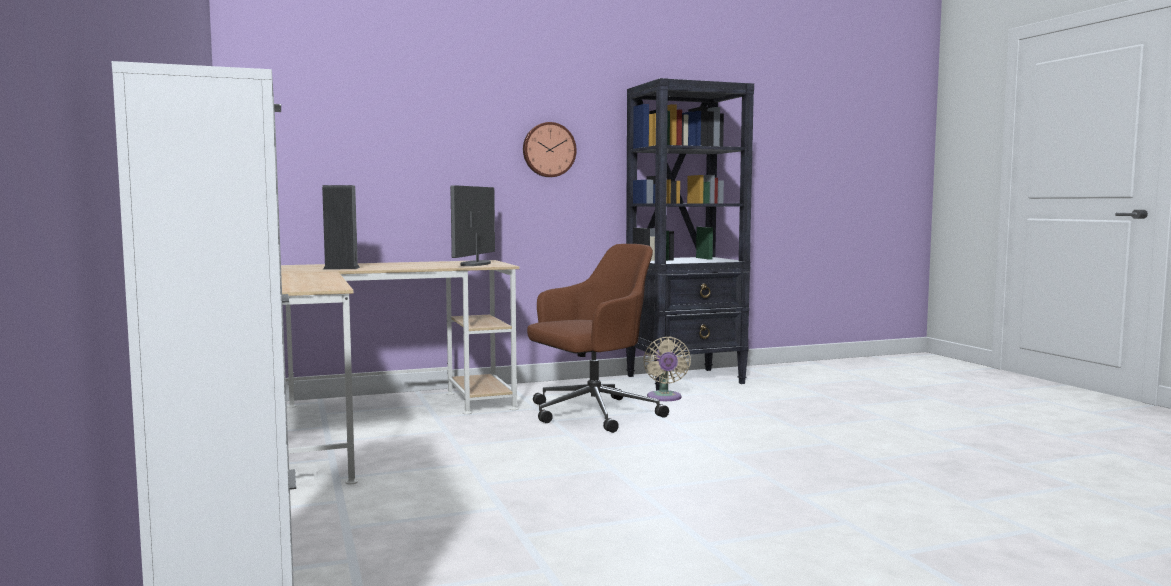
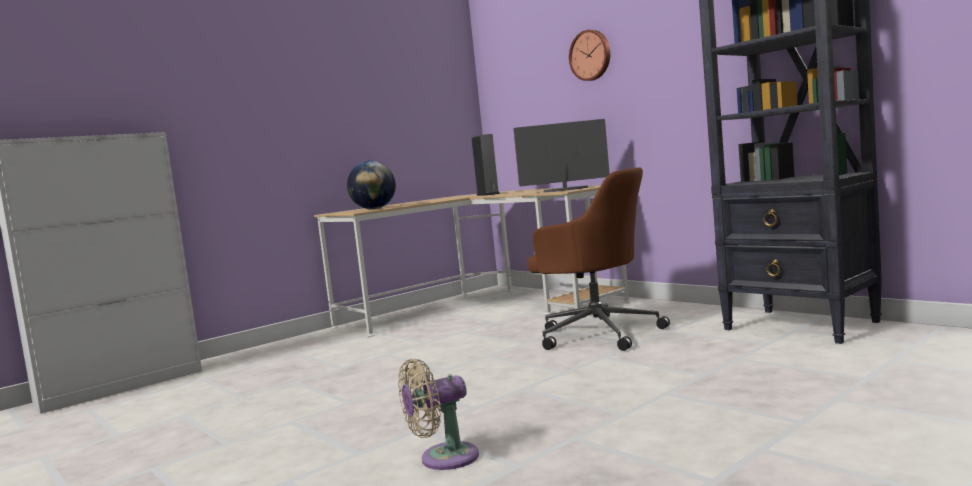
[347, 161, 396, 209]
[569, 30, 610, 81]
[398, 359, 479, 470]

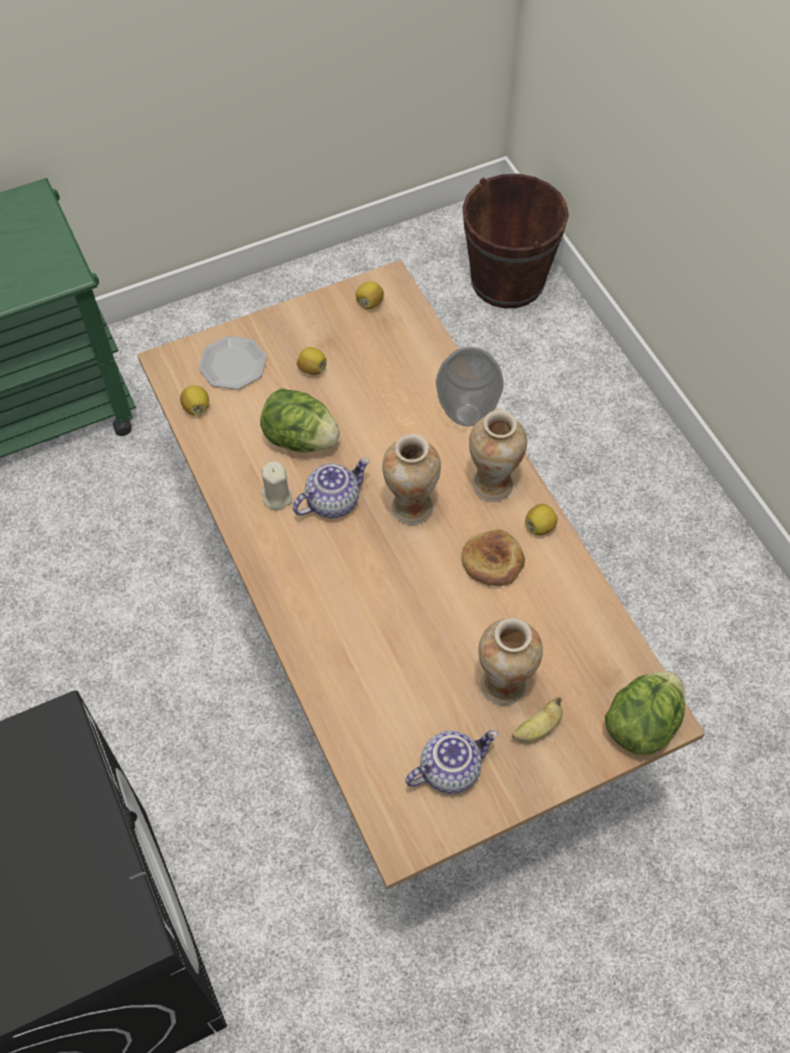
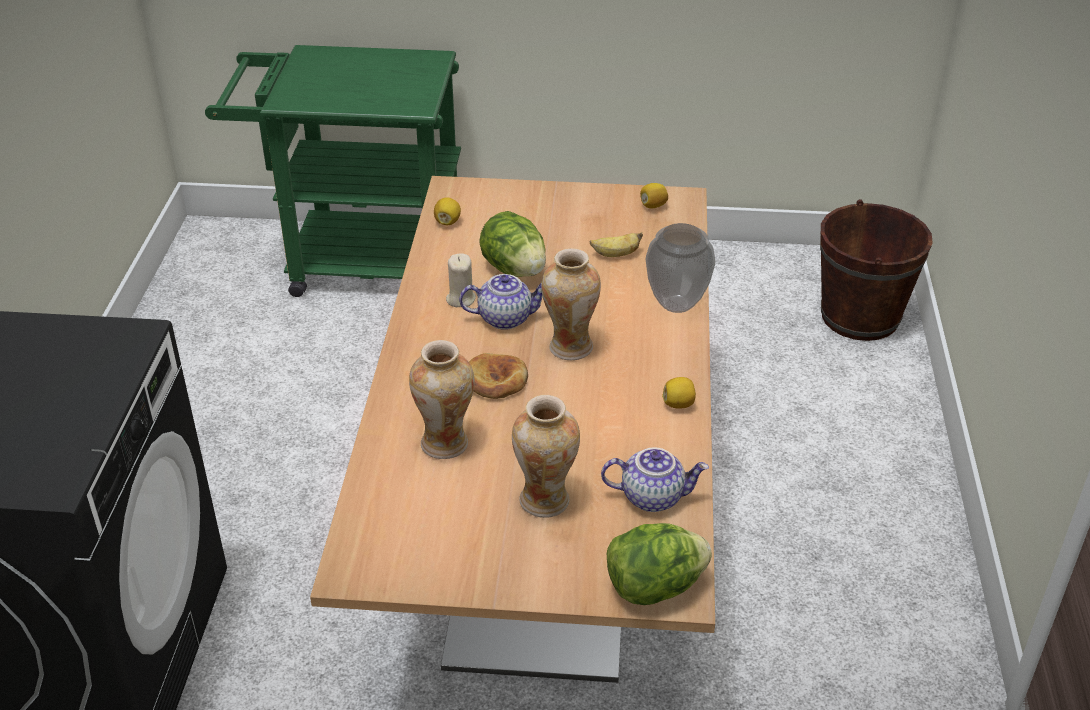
[198, 336, 267, 390] (first image)
[297, 347, 327, 375] (first image)
[601, 447, 709, 512]
[469, 353, 528, 399]
[409, 340, 474, 459]
[590, 232, 643, 257]

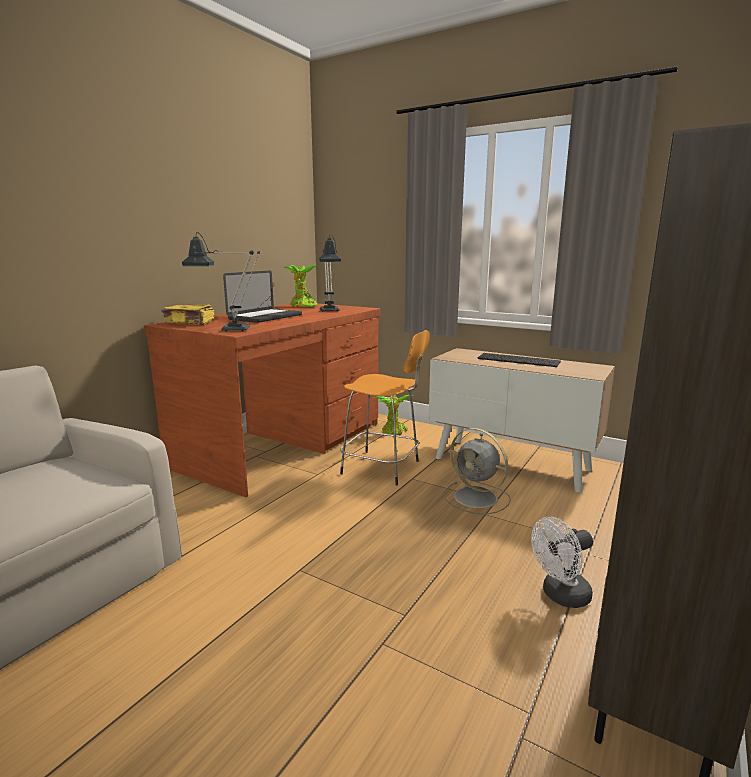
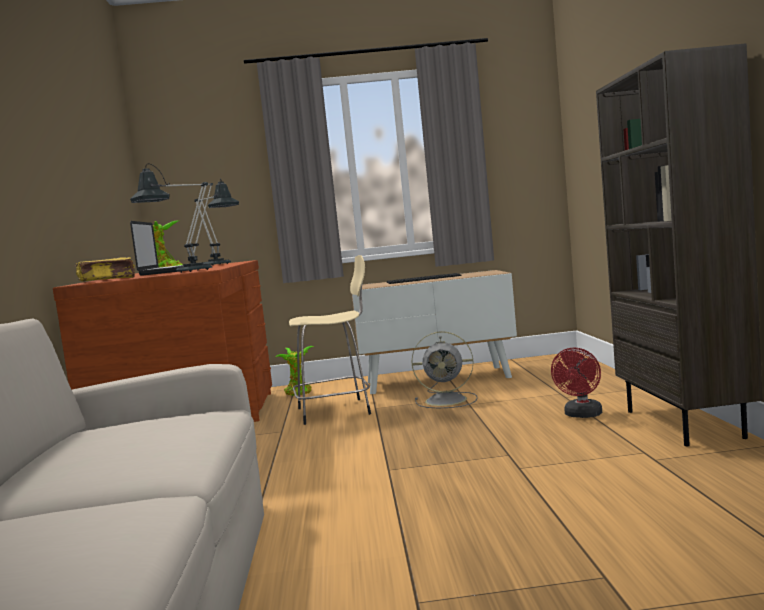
[289, 255, 371, 425]
[551, 347, 602, 418]

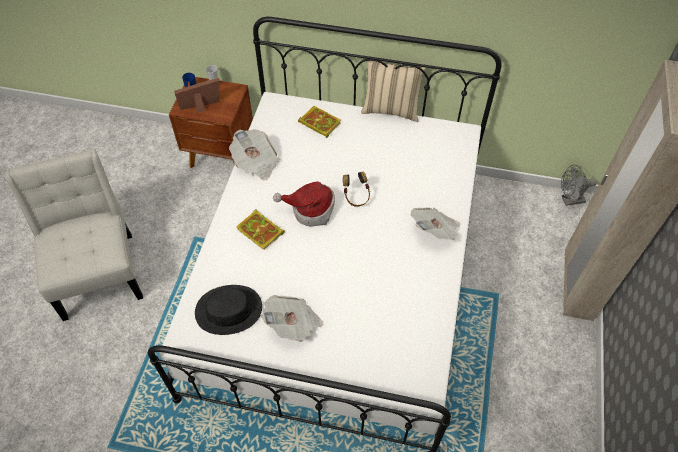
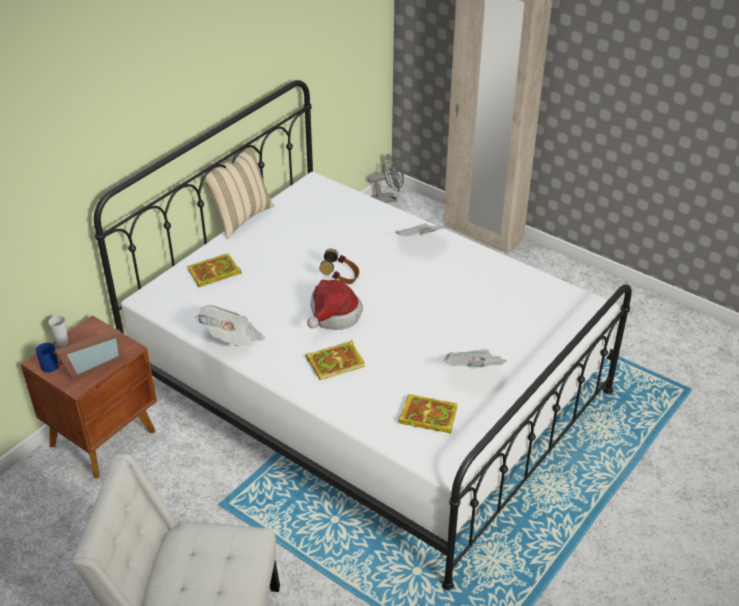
[398, 394, 458, 434]
[55, 329, 125, 381]
[367, 154, 404, 203]

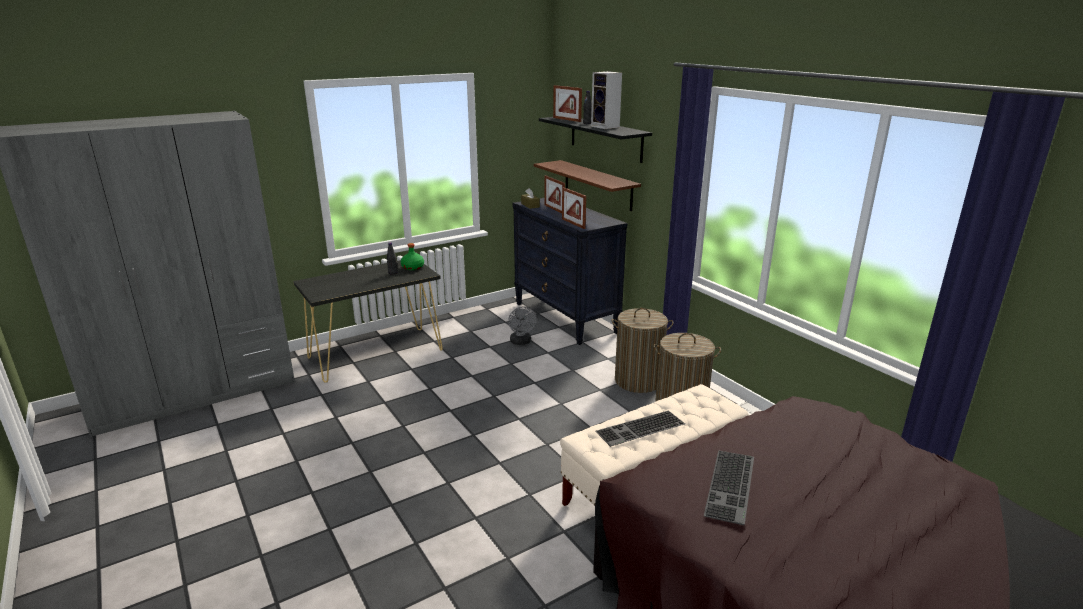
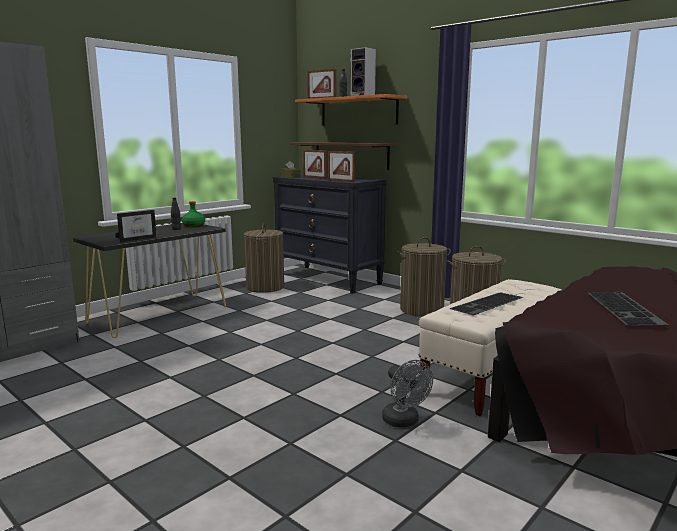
[116, 210, 157, 242]
[244, 224, 284, 293]
[382, 360, 433, 428]
[295, 94, 407, 126]

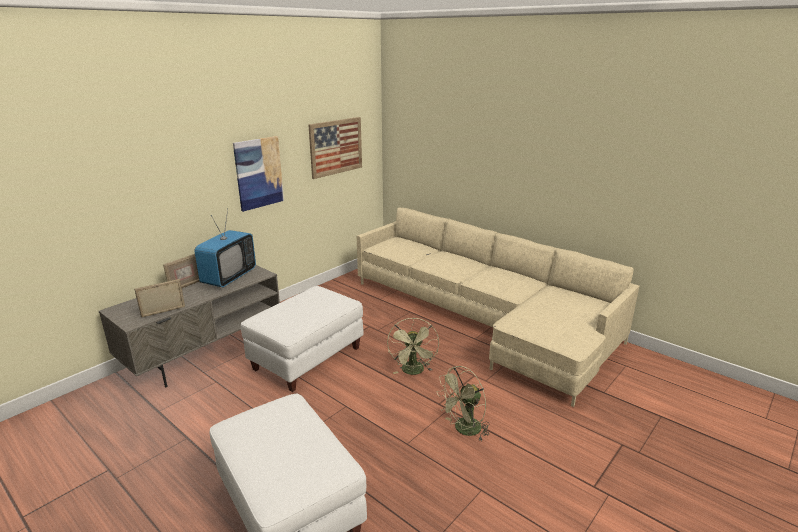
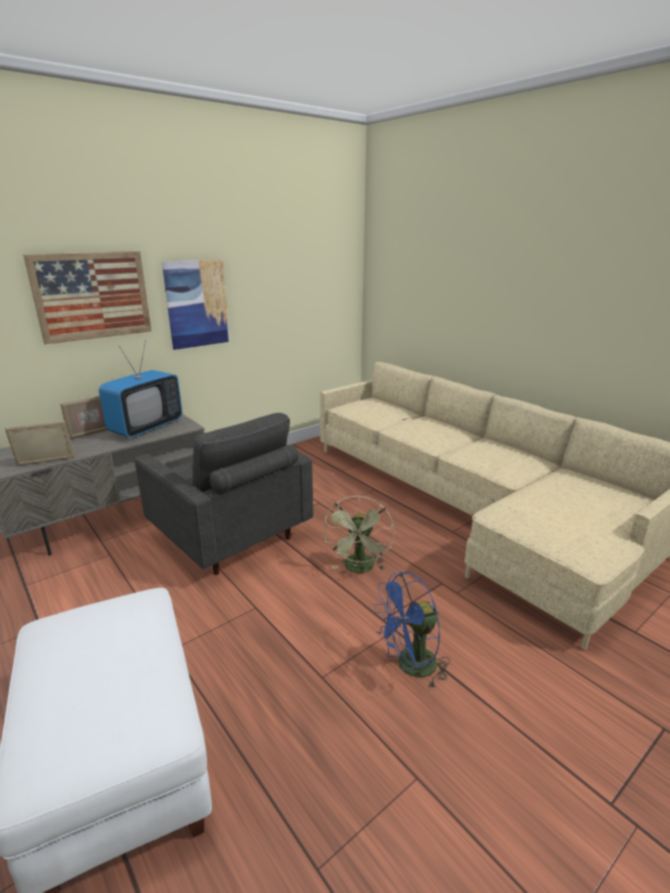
[23, 251, 152, 344]
[135, 413, 313, 575]
[374, 572, 450, 689]

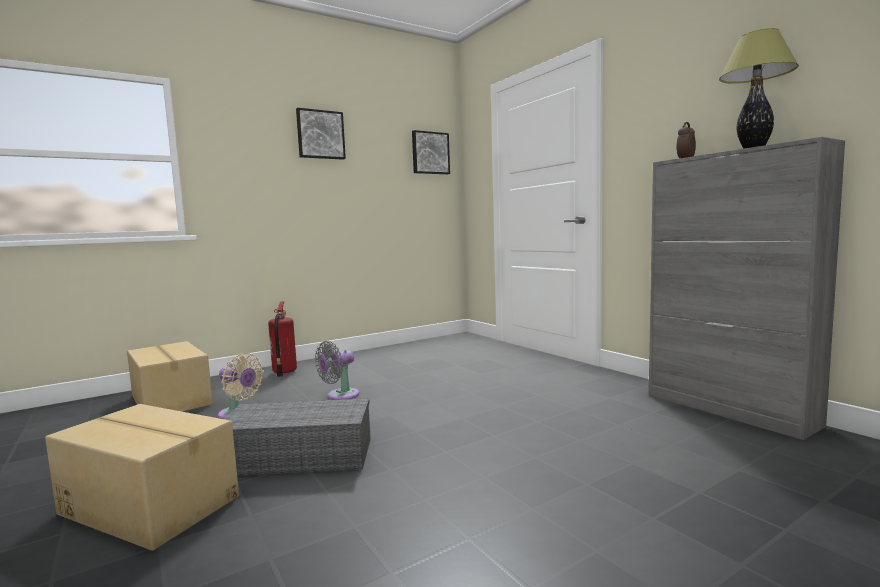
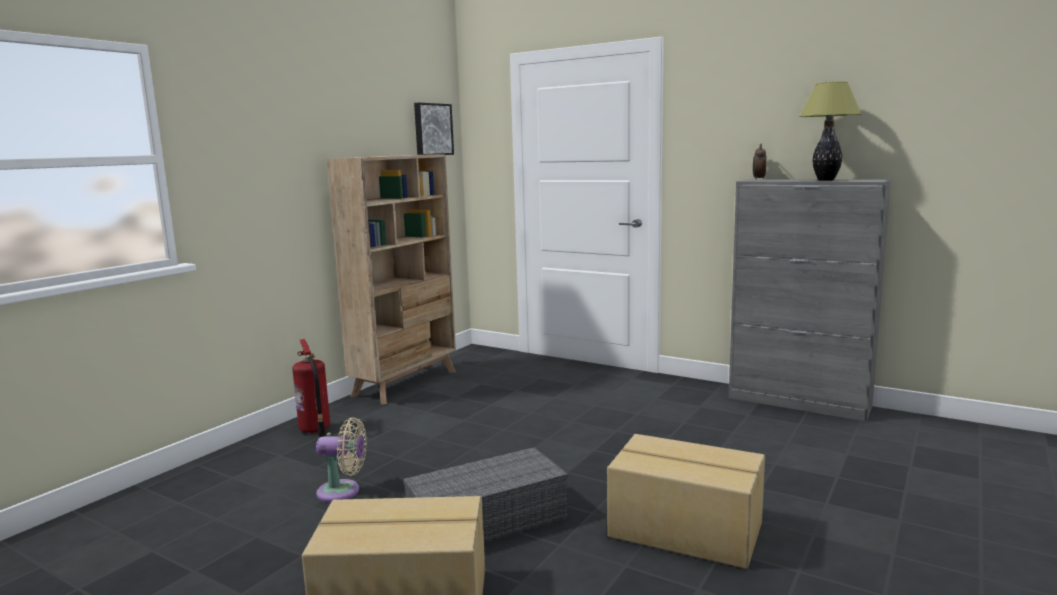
[296, 108, 346, 160] (first image)
[315, 341, 359, 400] (first image)
[327, 154, 456, 405]
[607, 434, 765, 569]

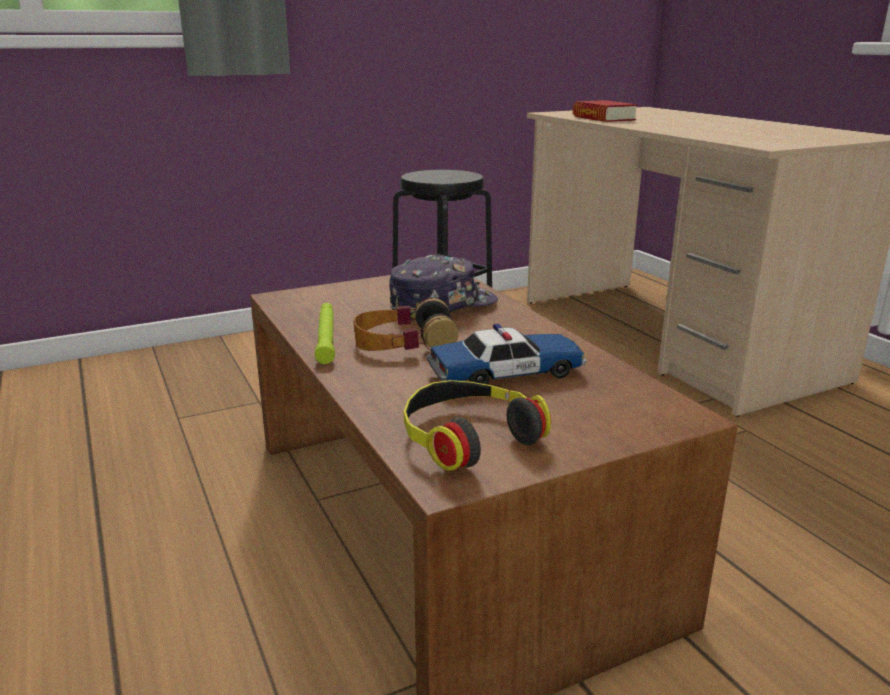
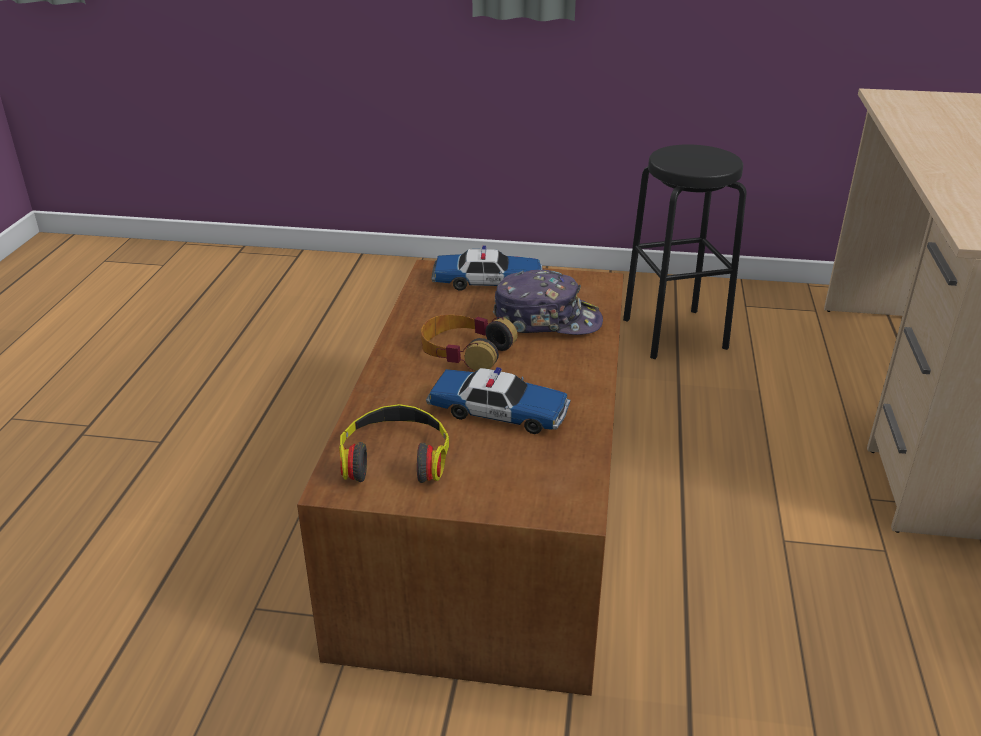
[315, 303, 335, 364] (first image)
[573, 100, 638, 122] (first image)
[431, 246, 543, 291]

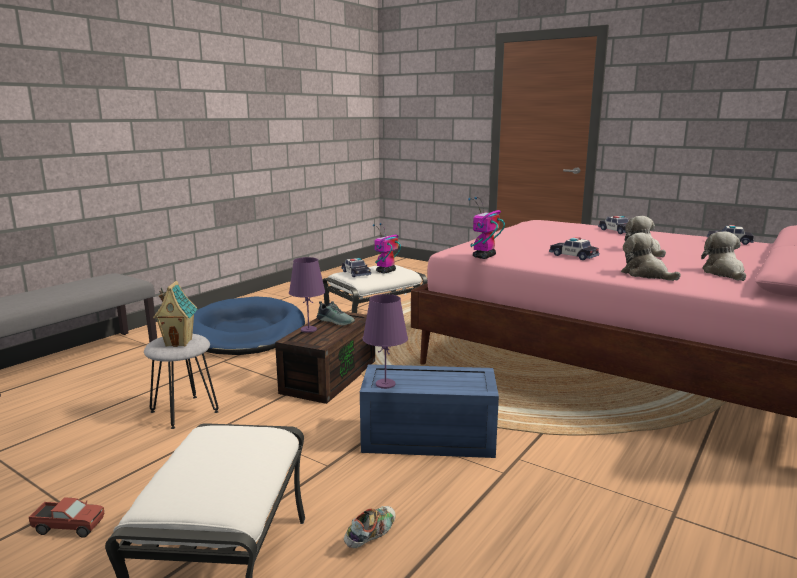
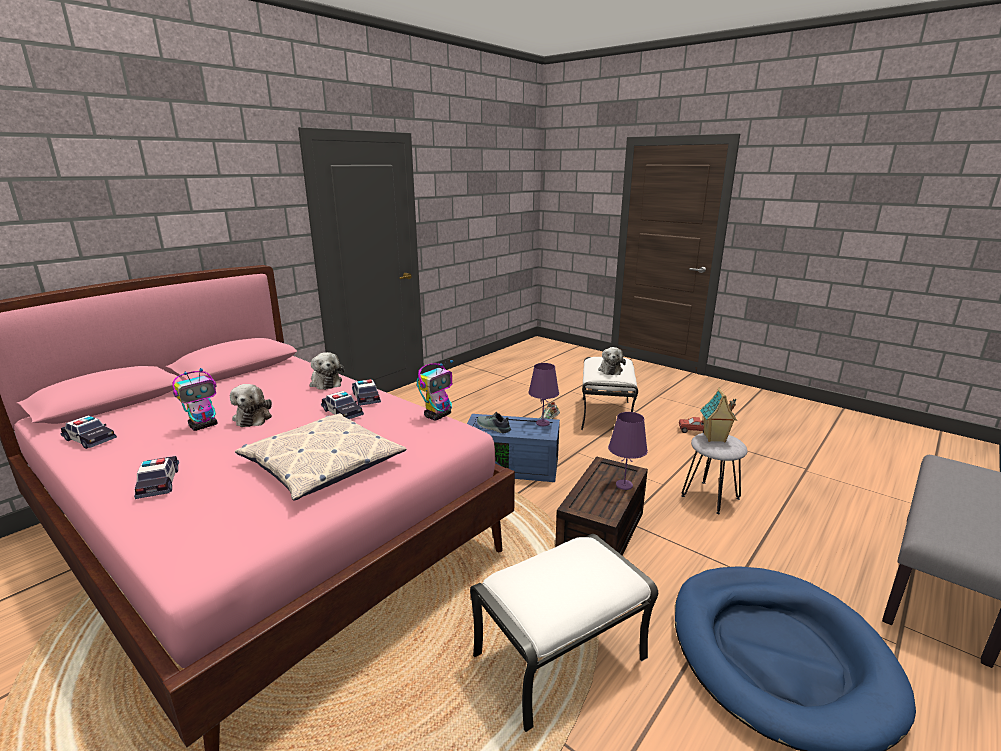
[235, 413, 406, 501]
[477, 412, 511, 434]
[352, 379, 381, 406]
[173, 368, 218, 431]
[598, 347, 626, 375]

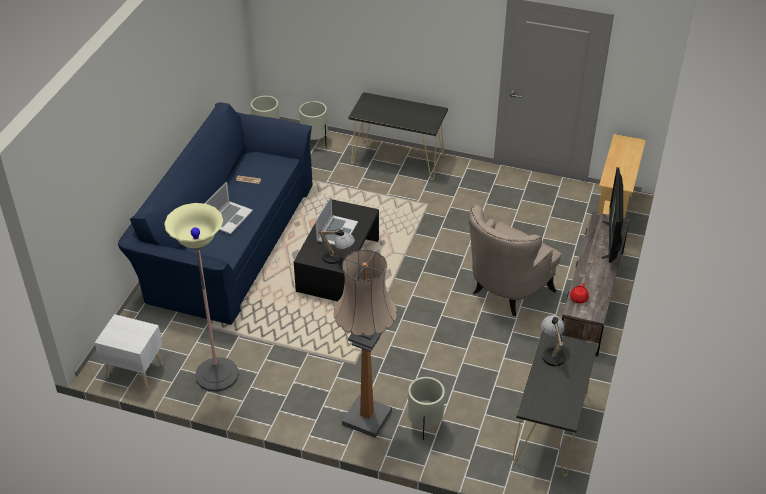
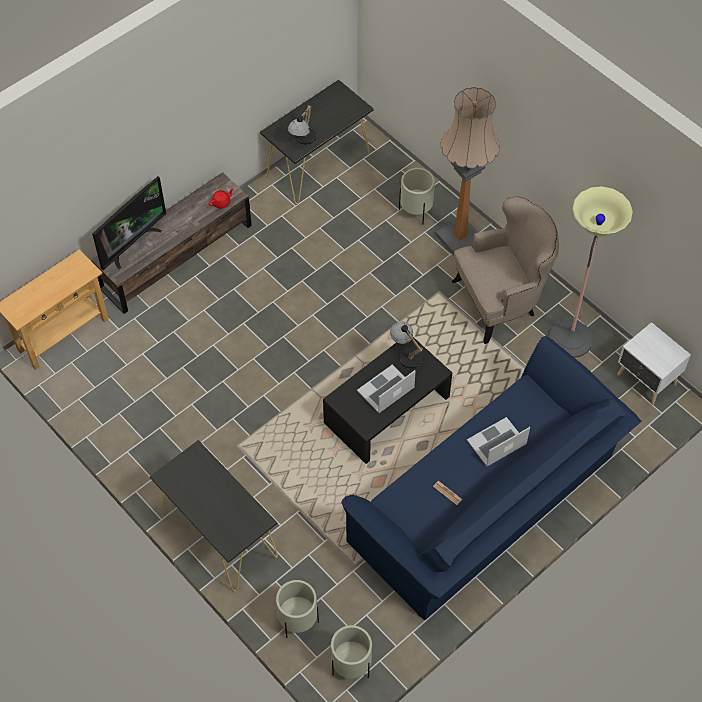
[452, 196, 559, 344]

